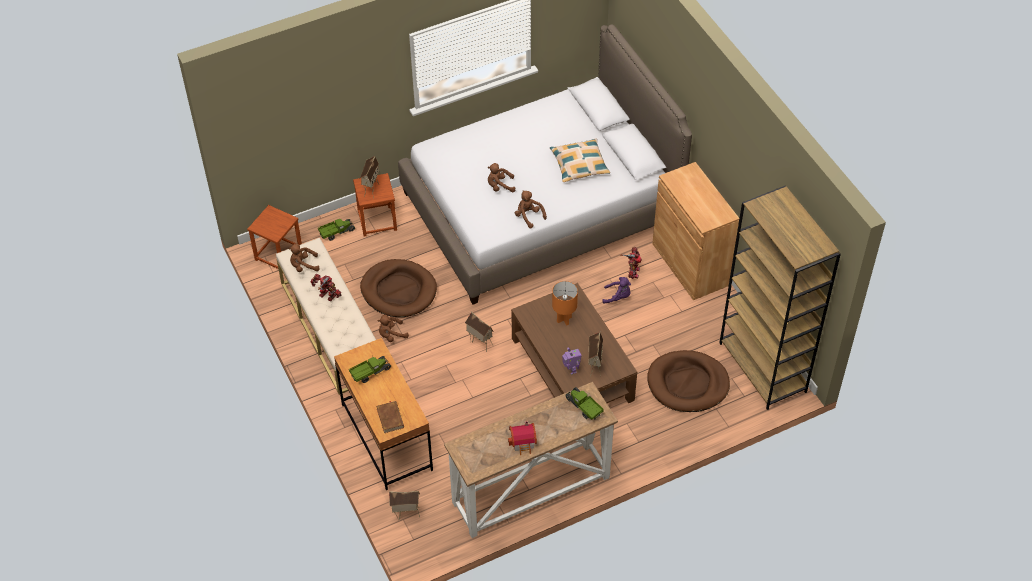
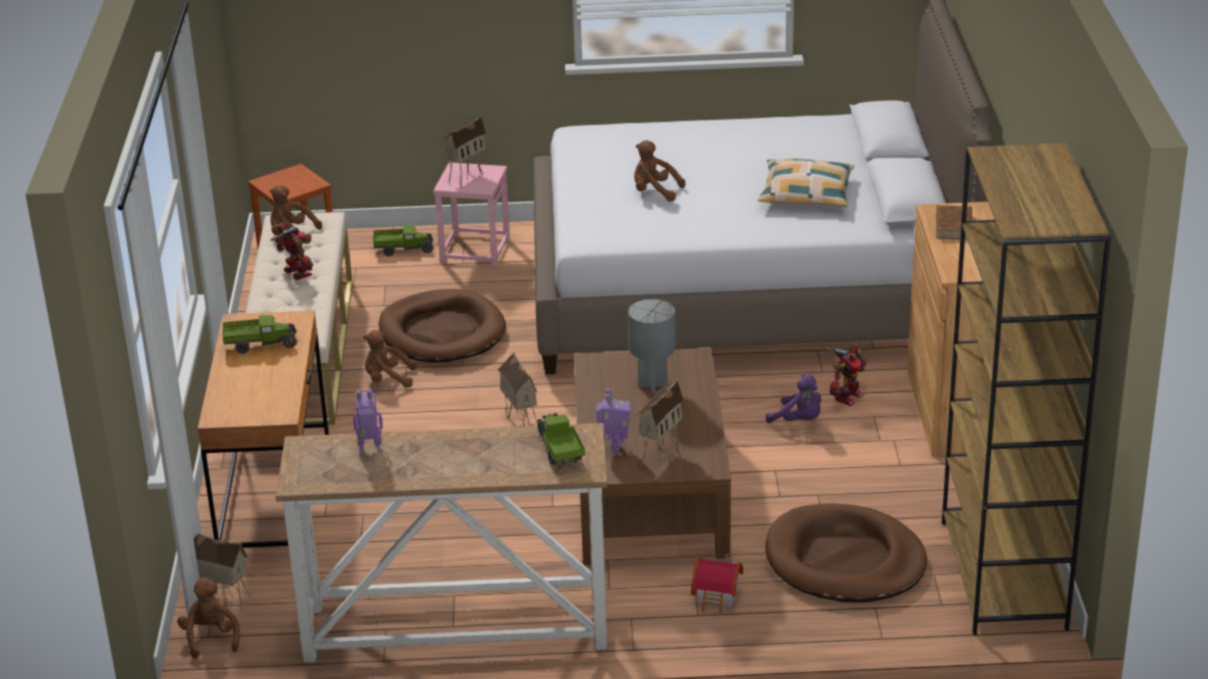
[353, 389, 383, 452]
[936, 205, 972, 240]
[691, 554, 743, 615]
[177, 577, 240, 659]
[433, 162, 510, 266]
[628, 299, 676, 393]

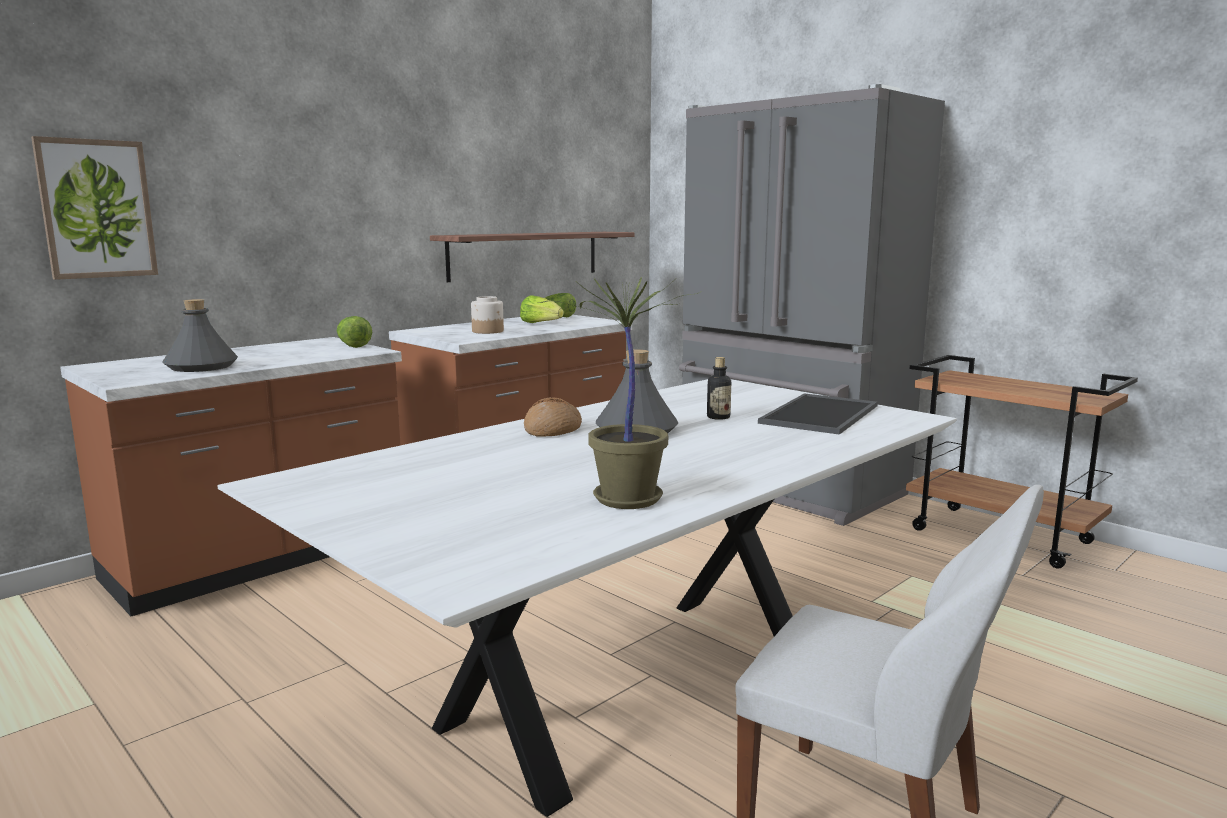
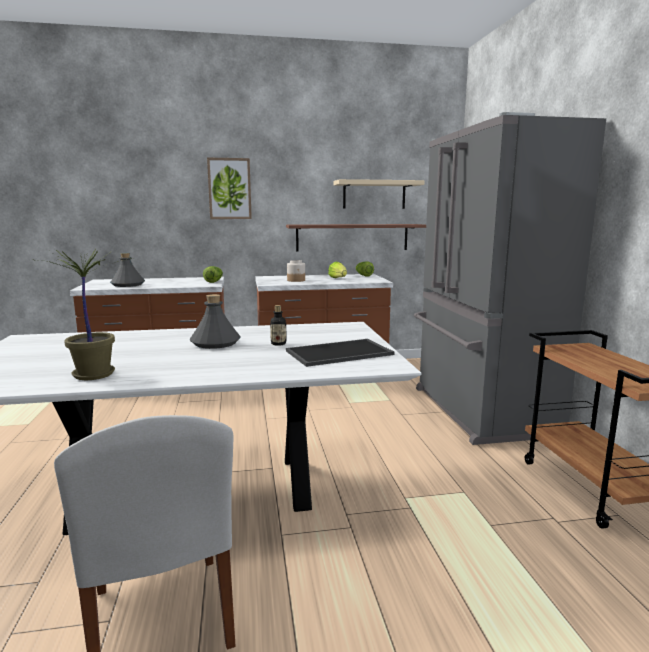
[524, 397, 582, 437] (first image)
[334, 179, 424, 209]
[207, 157, 252, 219]

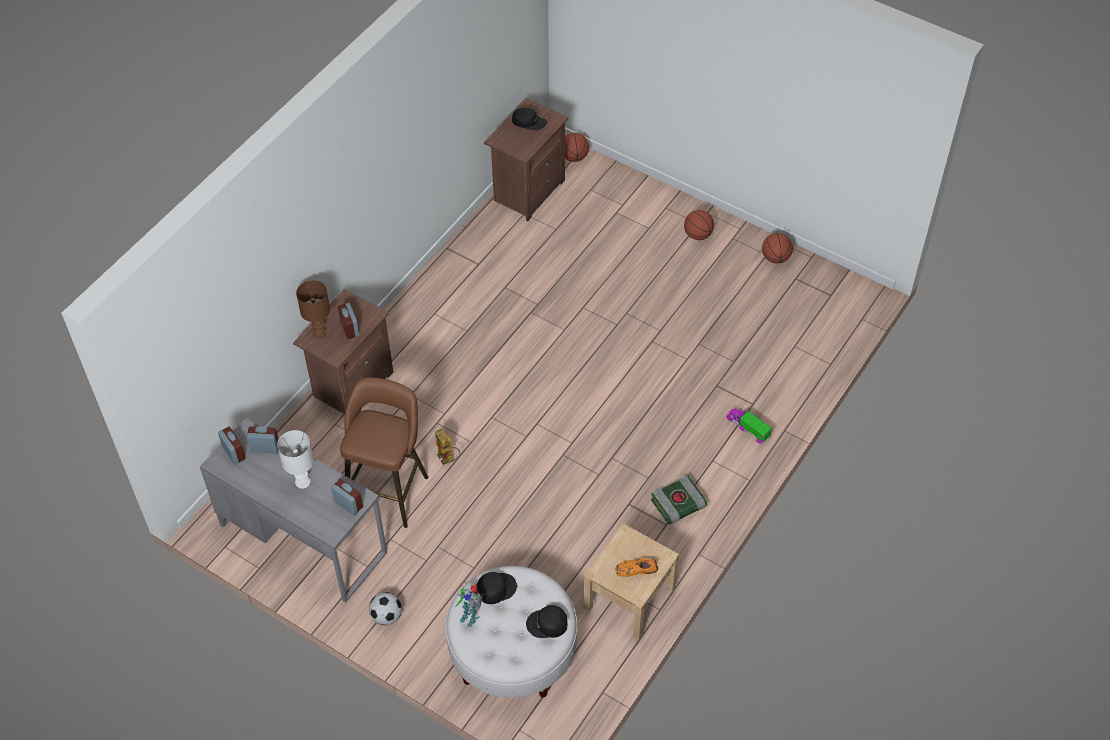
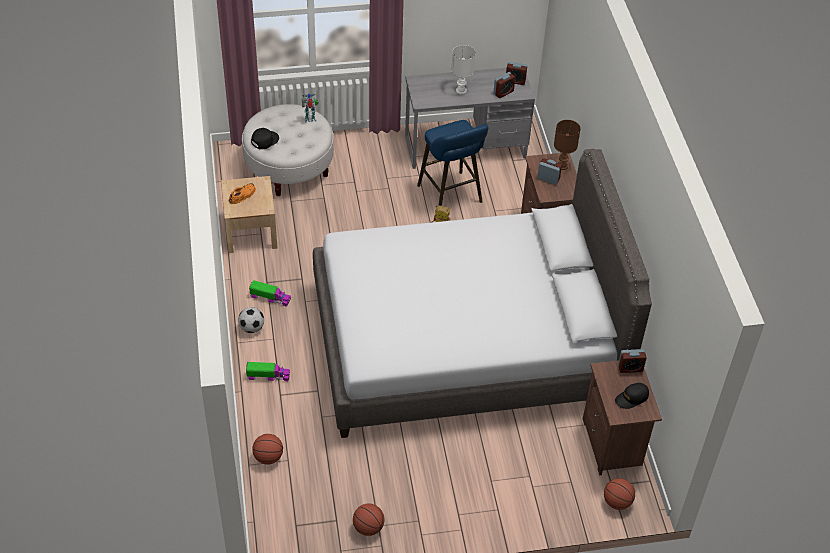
[477, 572, 517, 604] (first image)
[313, 149, 652, 438]
[618, 349, 646, 373]
[238, 307, 264, 333]
[252, 434, 283, 465]
[249, 280, 291, 306]
[417, 120, 488, 206]

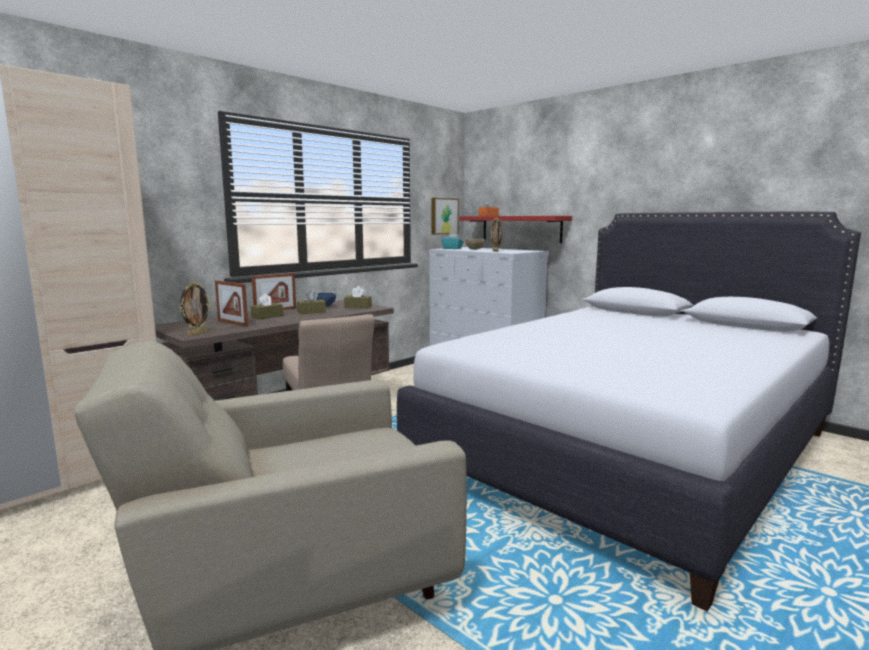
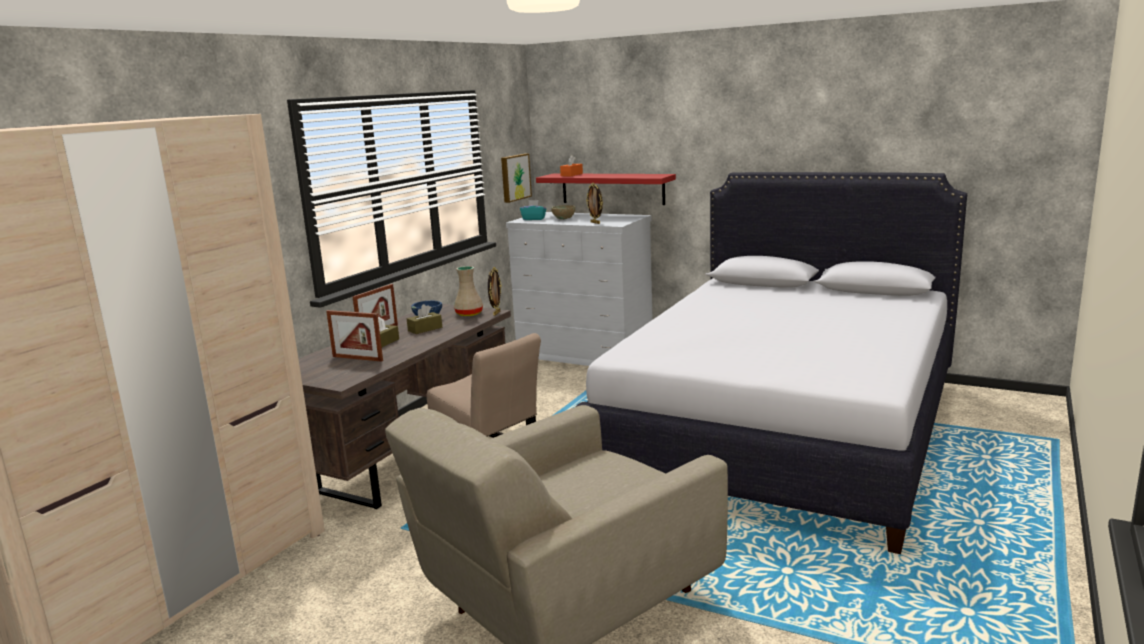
[488, 267, 502, 316]
[454, 266, 483, 316]

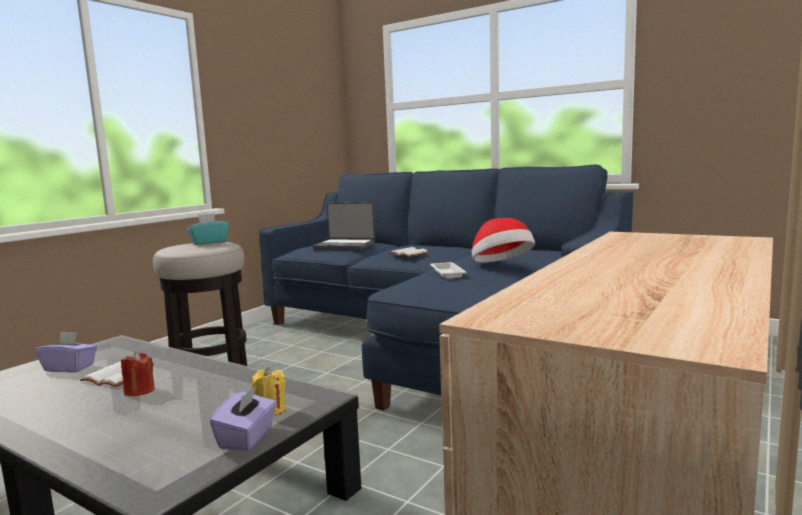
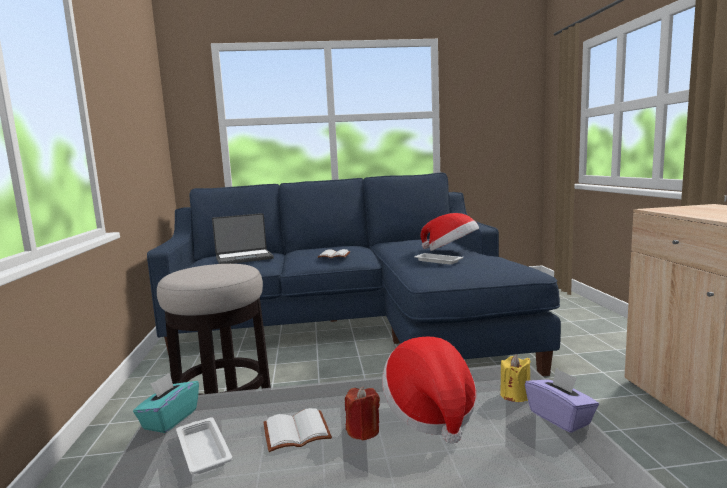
[382, 337, 476, 444]
[133, 373, 199, 433]
[176, 418, 233, 474]

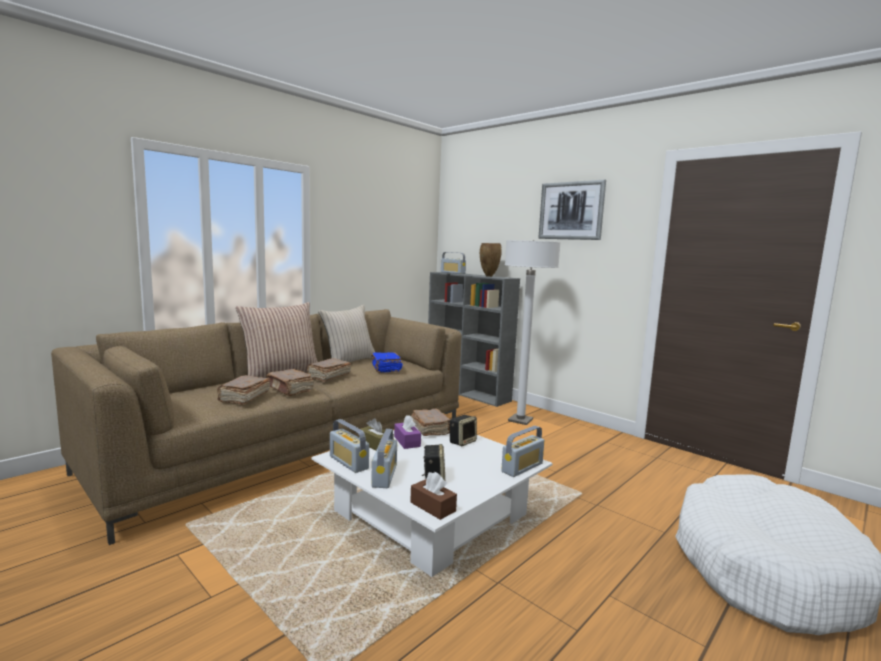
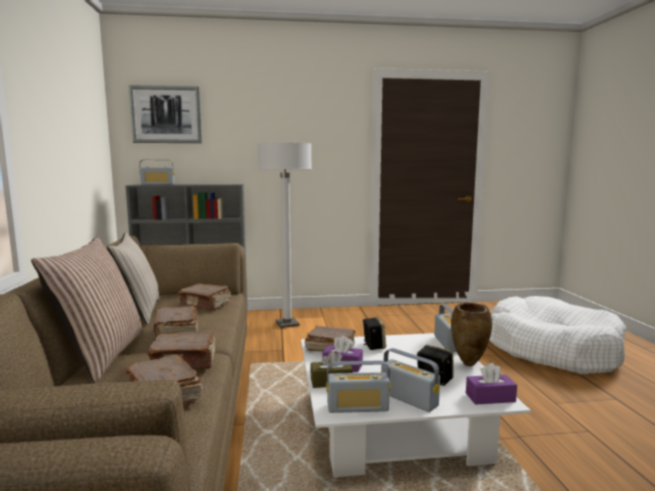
[451, 303, 492, 366]
[128, 85, 202, 143]
[178, 284, 231, 311]
[466, 363, 517, 405]

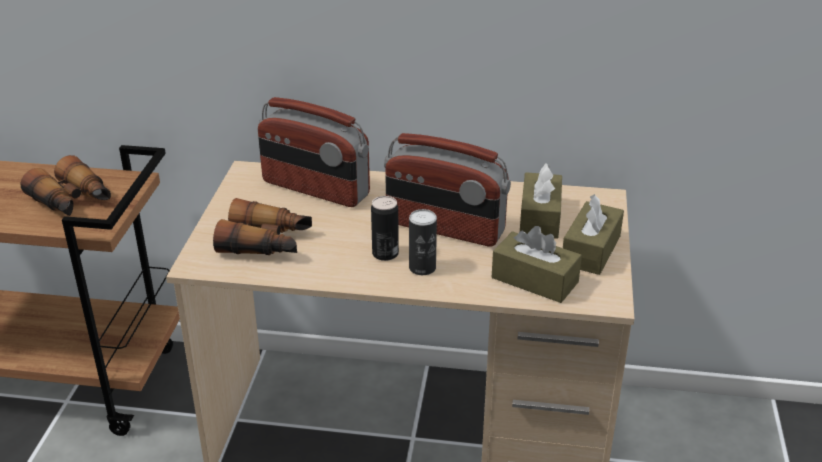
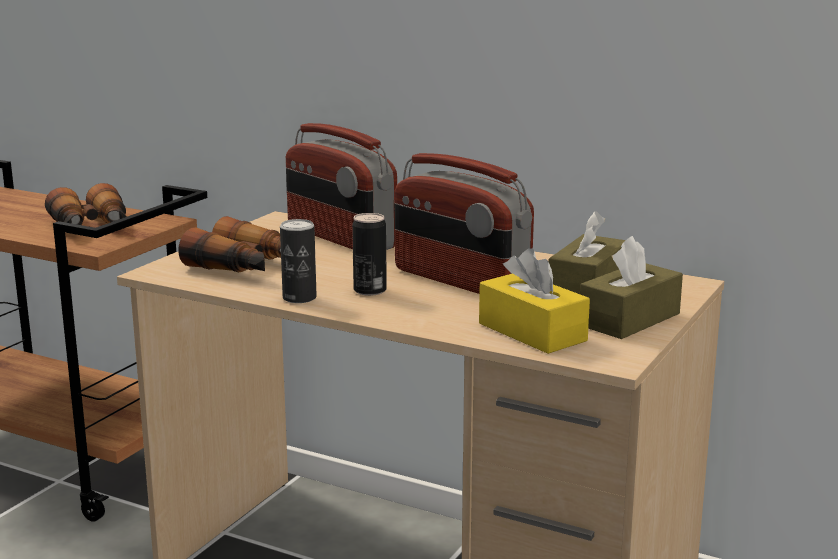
[280, 219, 317, 303]
[479, 248, 590, 354]

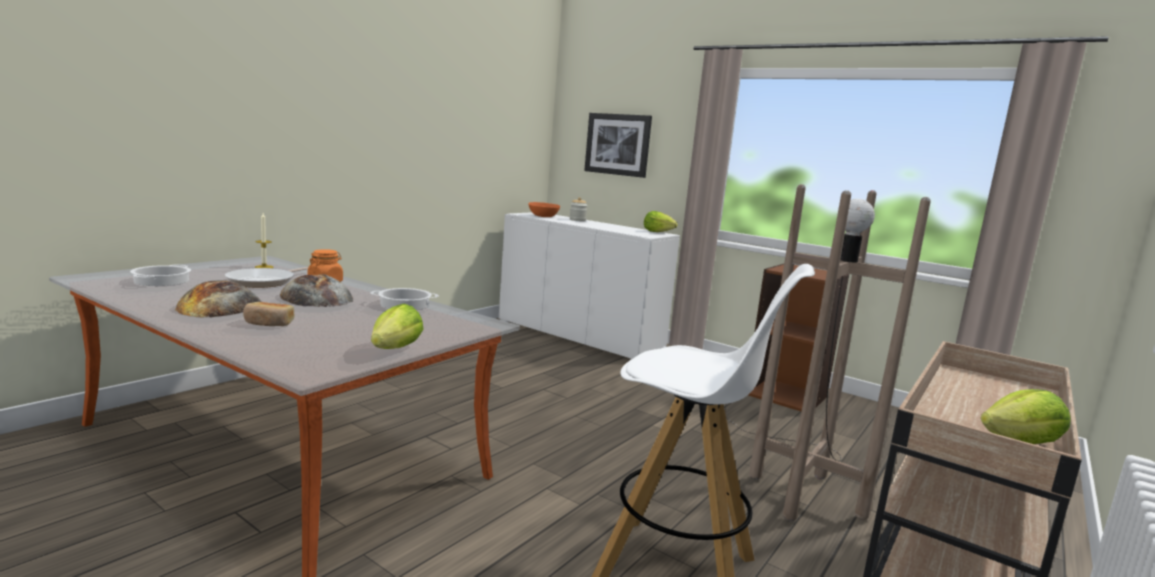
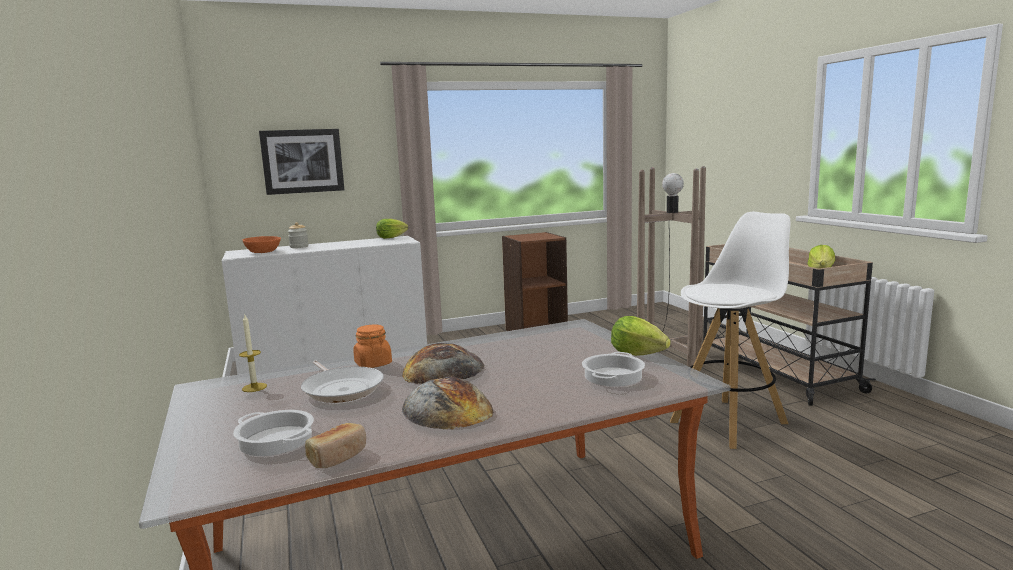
[305, 423, 366, 468]
[582, 352, 645, 387]

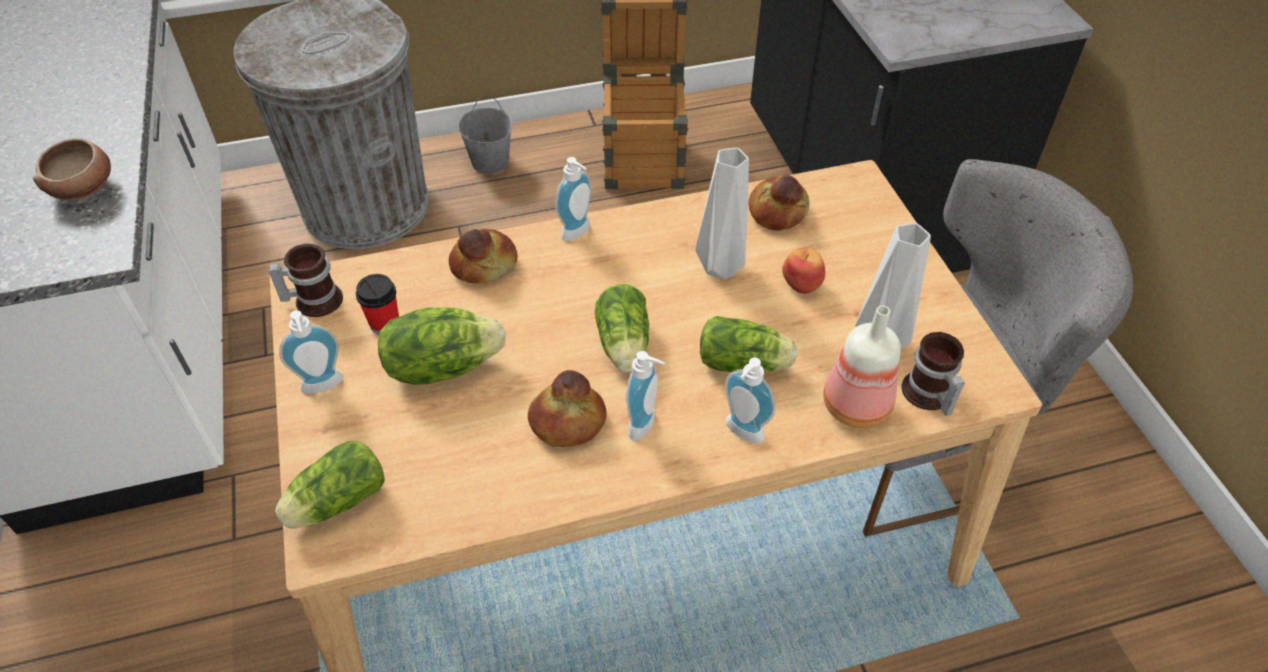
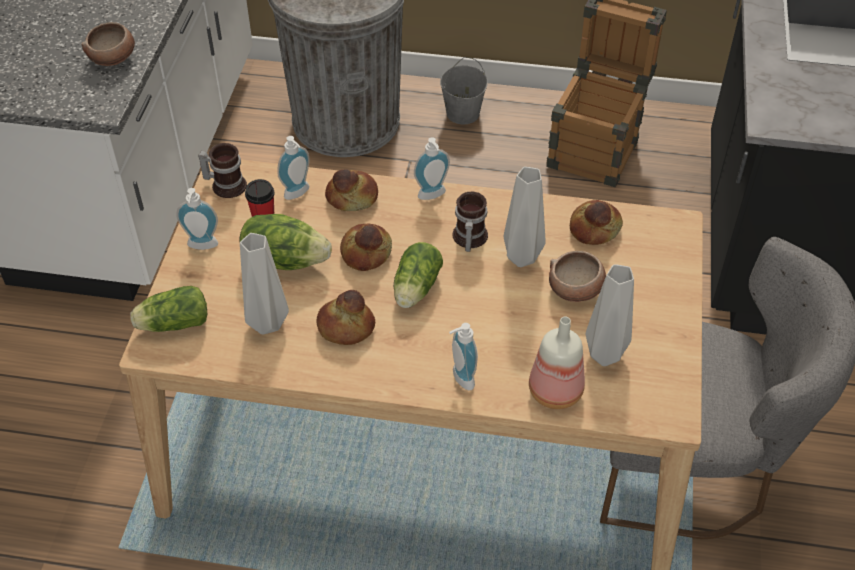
[700, 316, 797, 373] (first image)
[240, 233, 289, 335]
[340, 224, 392, 271]
[277, 136, 310, 200]
[452, 191, 488, 252]
[549, 251, 606, 302]

